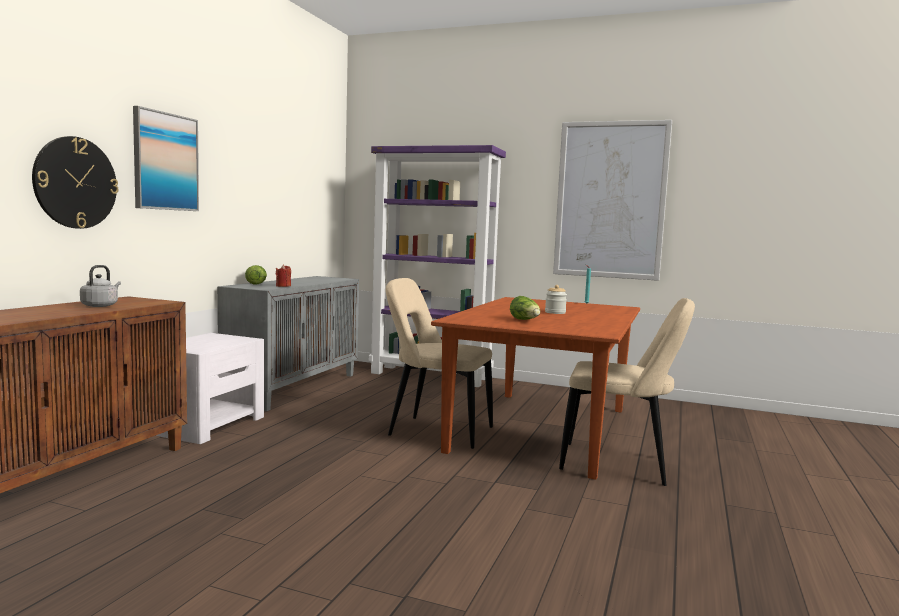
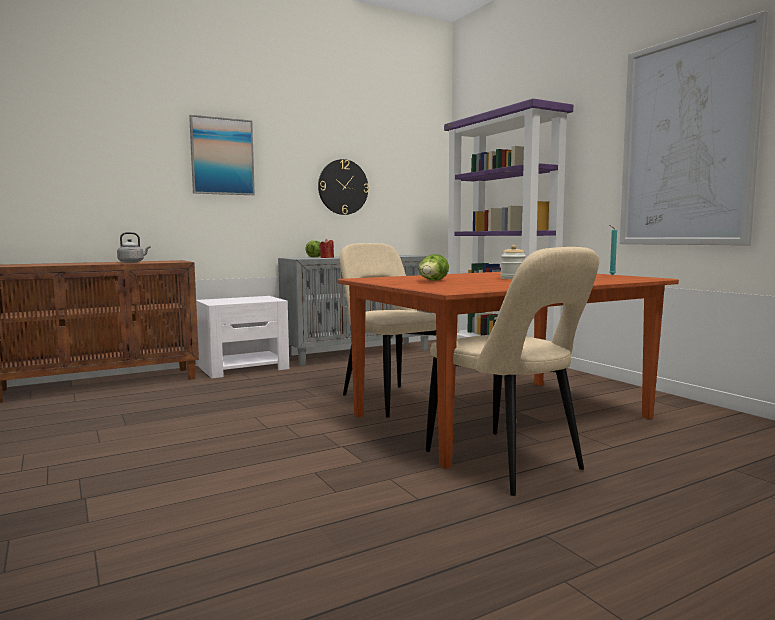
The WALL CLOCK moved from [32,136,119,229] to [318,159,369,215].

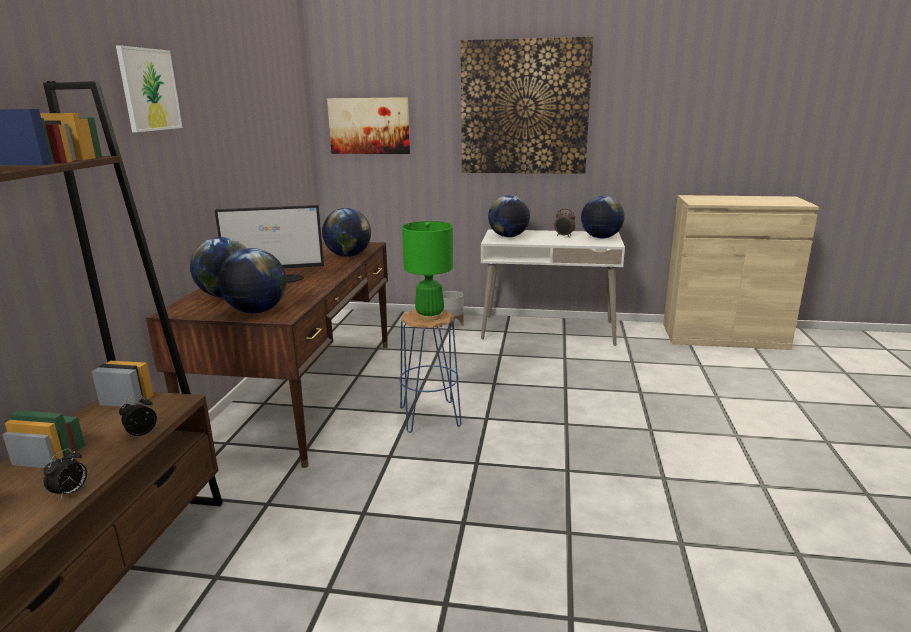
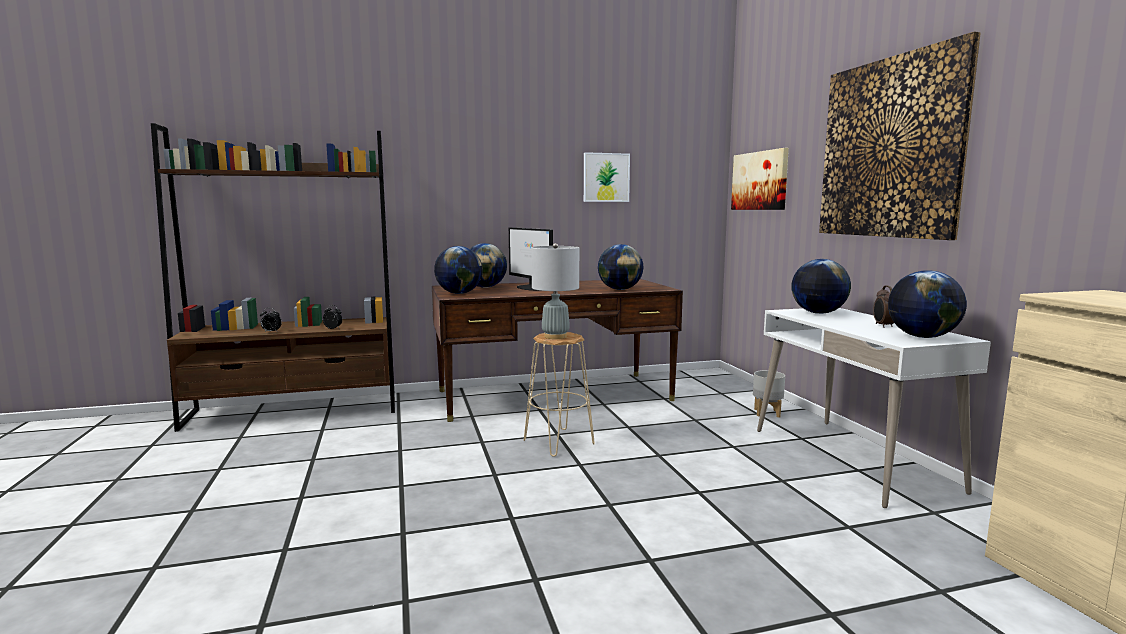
The PICTURE moved from [116,45,182,132] to [584,152,630,202].
The BLUE STOOL at [399,309,461,433] became the BEIGE STOOL at [524,332,595,457].
The GREEN TABLE LAMP at [402,221,453,321] became the GREY TABLE LAMP at [531,243,579,339].

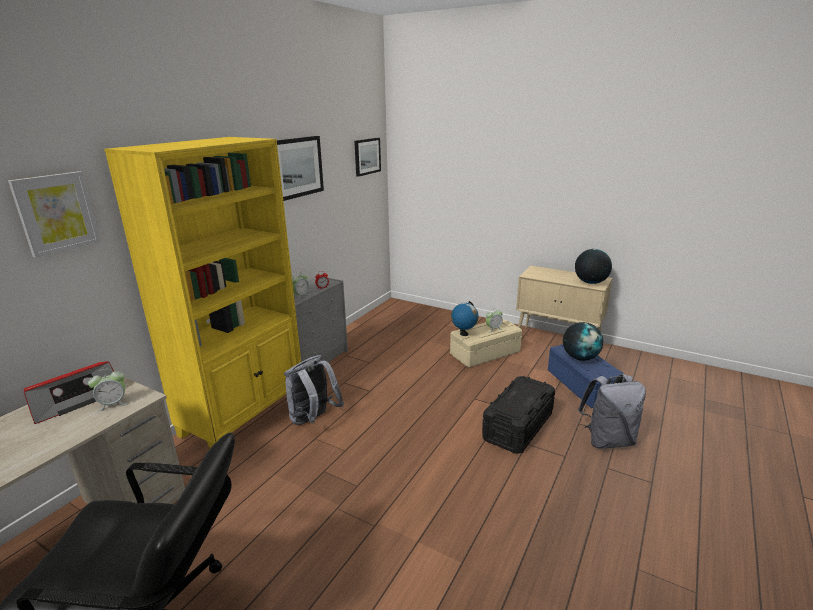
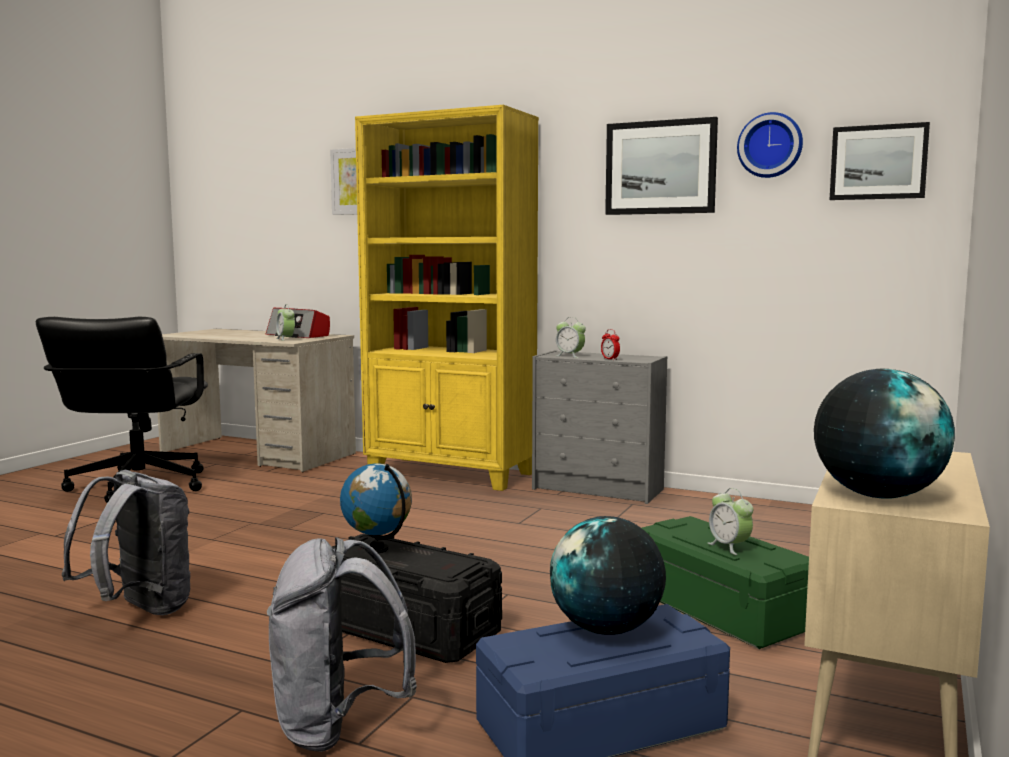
The GREY BACKPACK moved from [284,355,344,425] to [62,470,191,615].
The BEIGE STORAGE BOX at [450,319,522,368] became the GREEN STORAGE BOX at [642,516,809,649].
The GLOBE moved from [451,301,479,336] to [340,463,412,553].
The WALL CLOCK at [737,112,803,178] appeared.

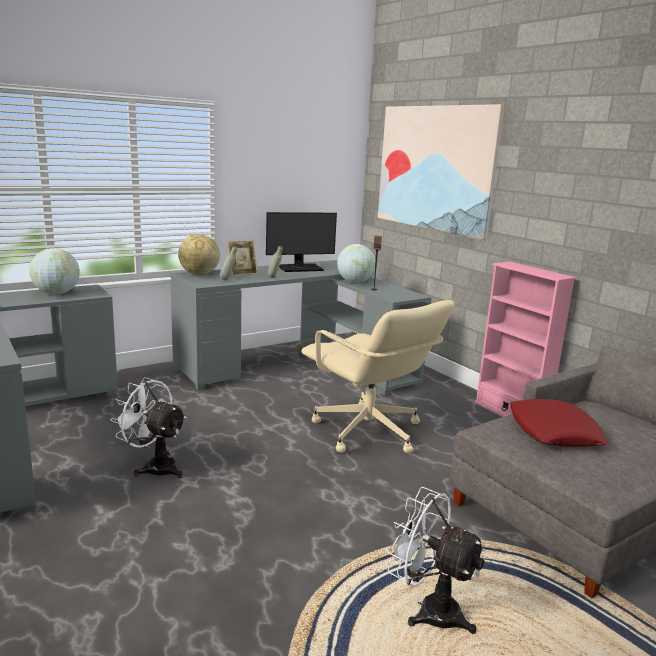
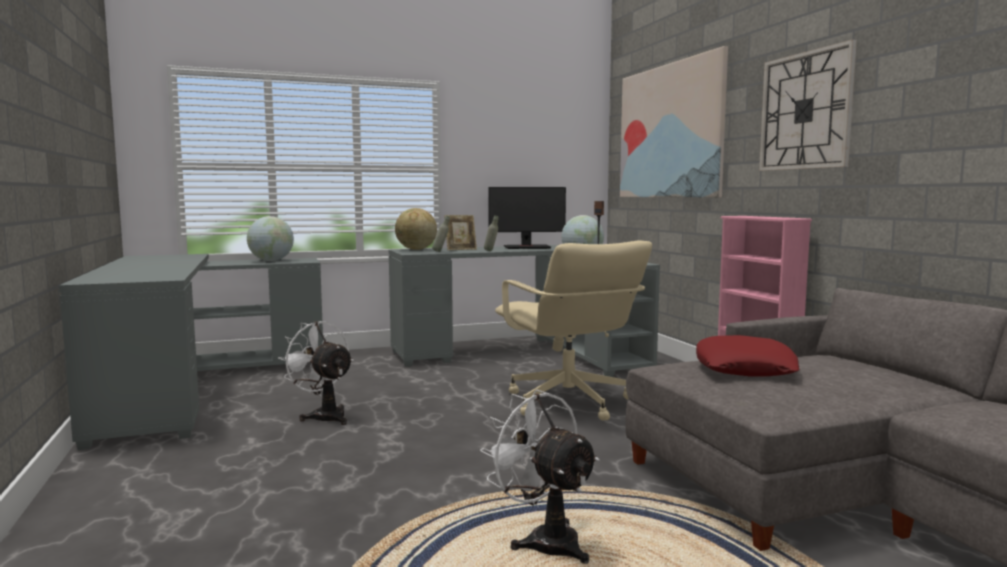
The WALL CLOCK at [759,39,857,171] appeared.

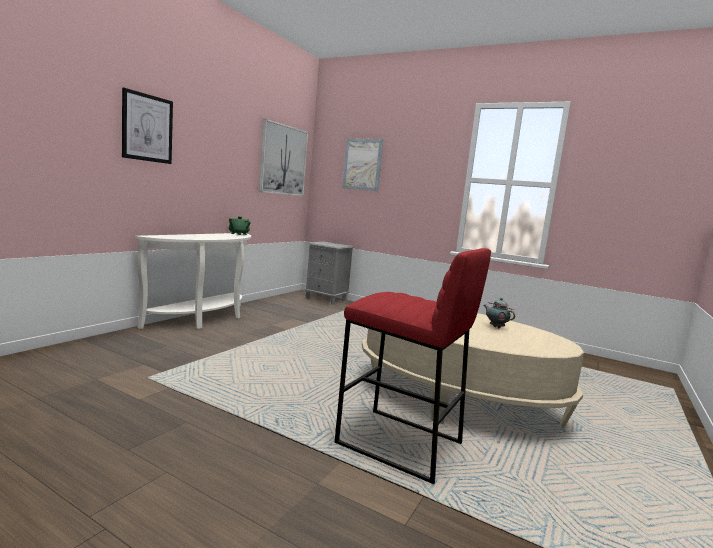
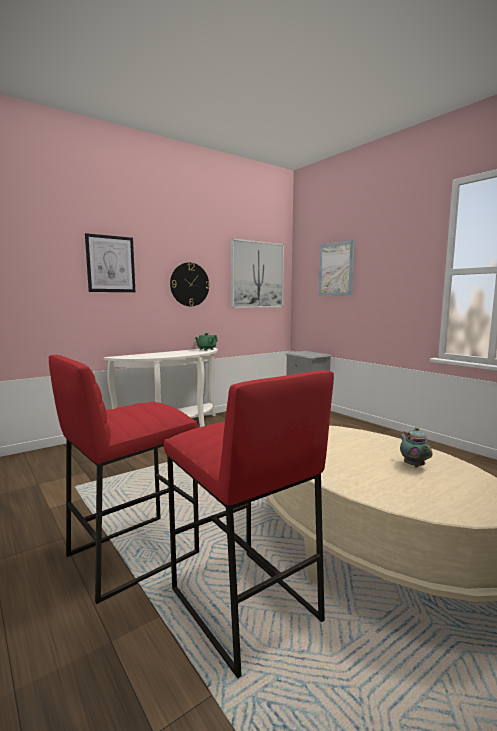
The RED STOOL at [49,355,199,604] appeared.
The WALL CLOCK at [170,263,210,306] appeared.

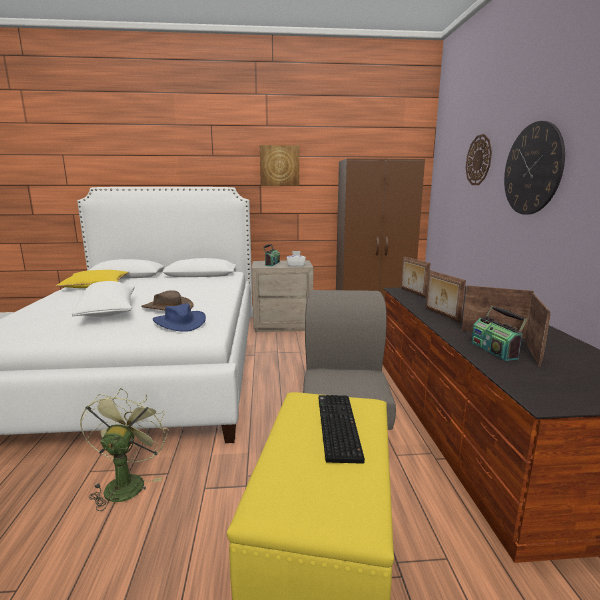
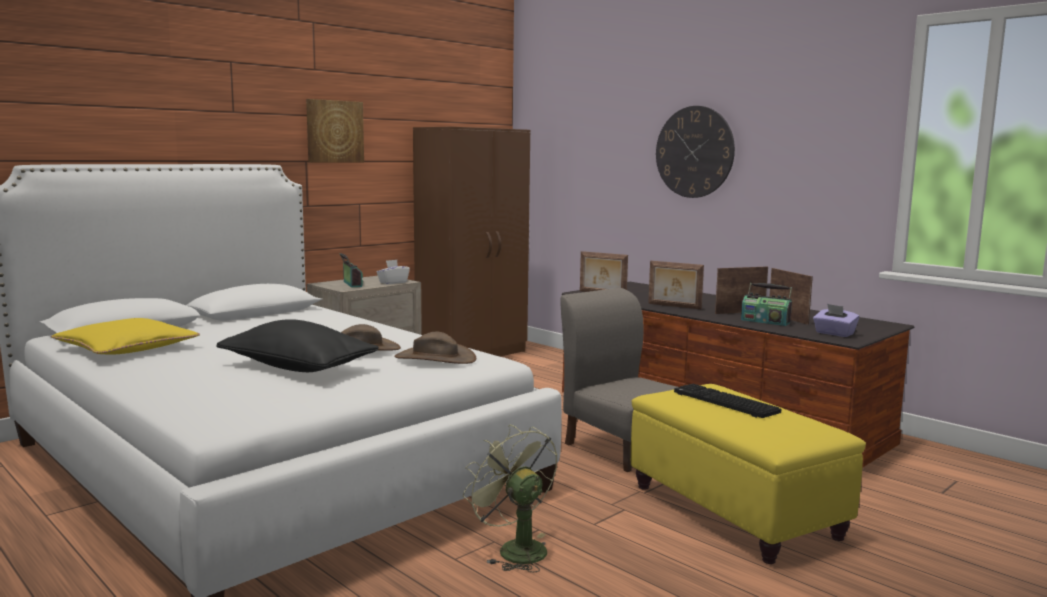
The WHITE PILLOW at [72,281,135,317] became the BLACK PILLOW at [216,319,379,372].
The BLUE HAT at [153,303,206,332] became the BROWN HAT at [394,331,476,364].
The WALL CLOCK at [466,134,492,185] disappeared.
The PURPLE TISSUE BOX at [813,304,860,337] appeared.

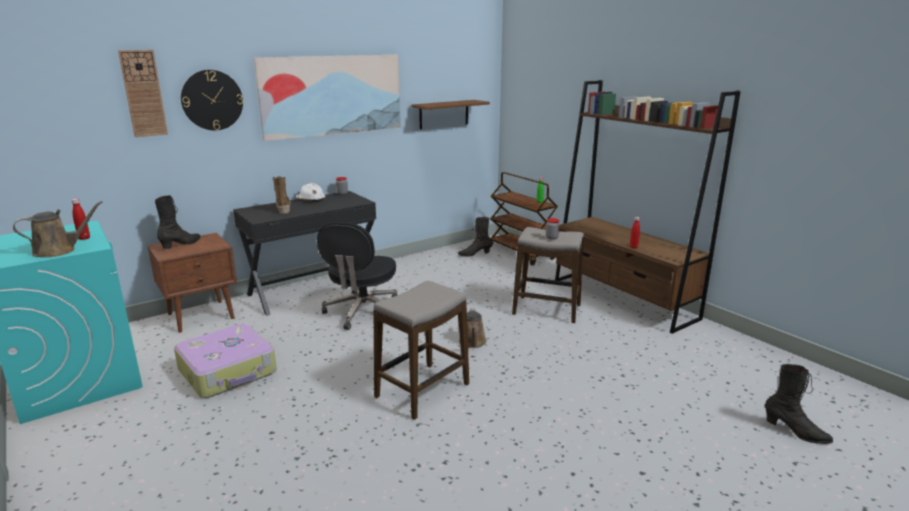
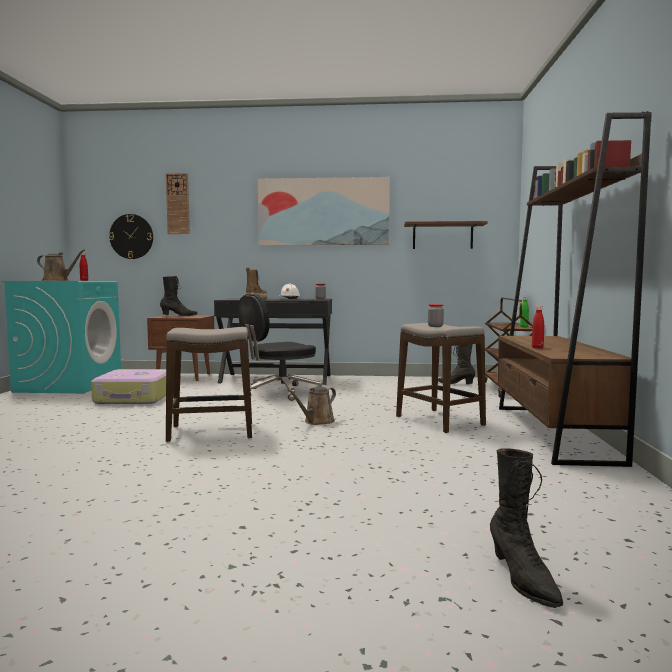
The WALL CLOCK moved from [181,70,243,130] to [109,214,153,259].

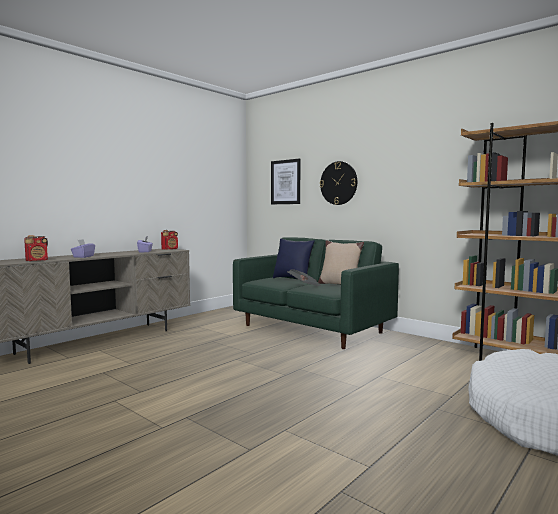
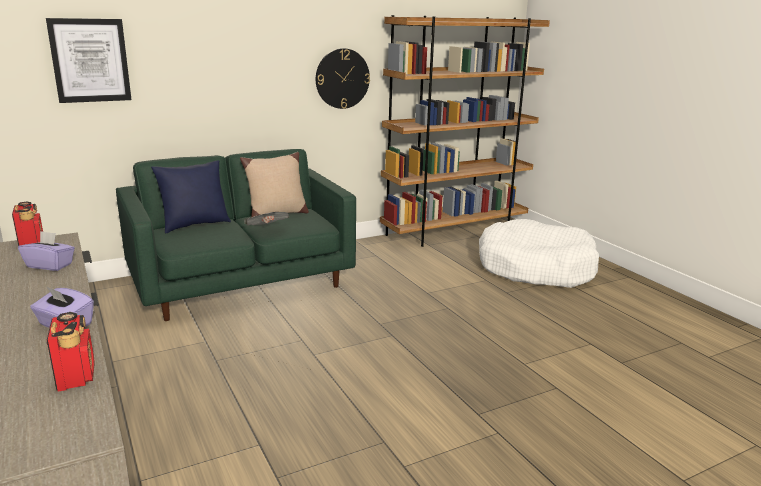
The WALL CLOCK moved from [320,161,357,205] to [316,48,370,109].

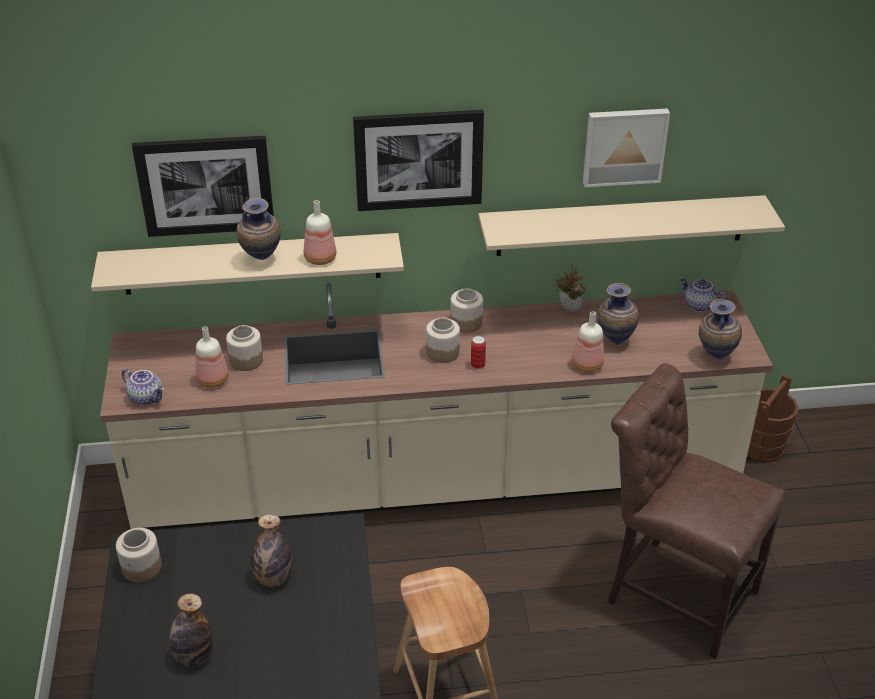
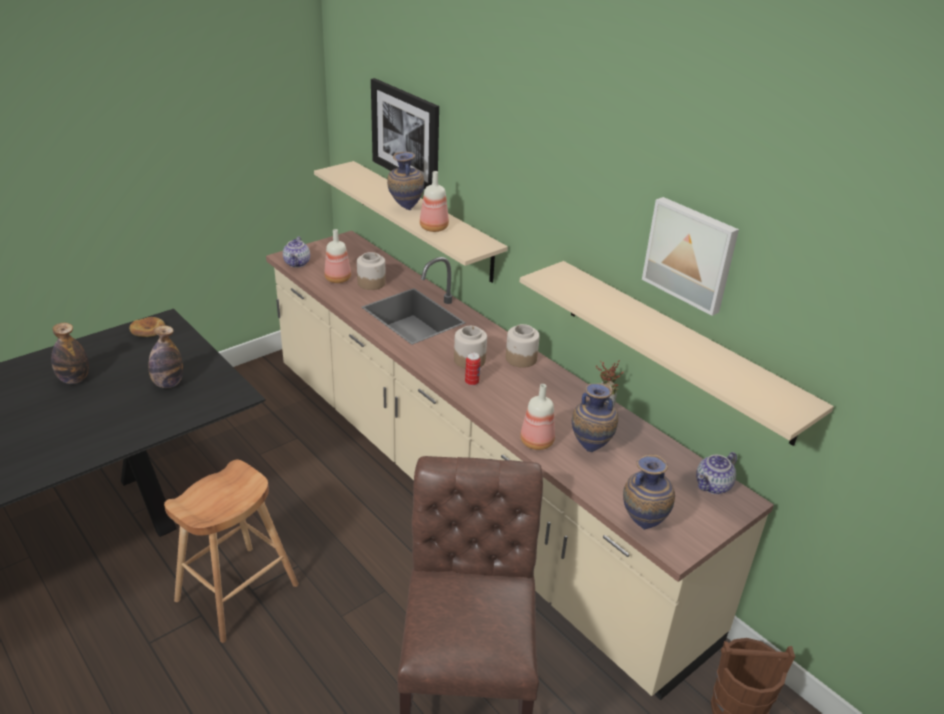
The JAR at [116,528,162,582] was replaced by the BREAD at [129,317,166,337].
The PICTURE at [353,110,484,211] disappeared.
The TEAPOT at [679,277,726,312] turned 135 degrees counterclockwise.

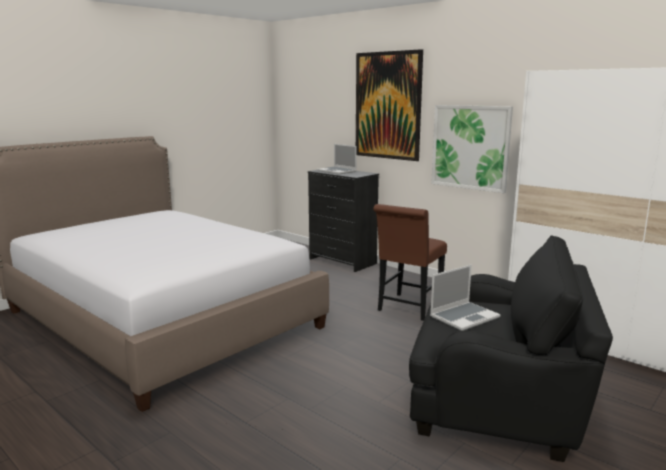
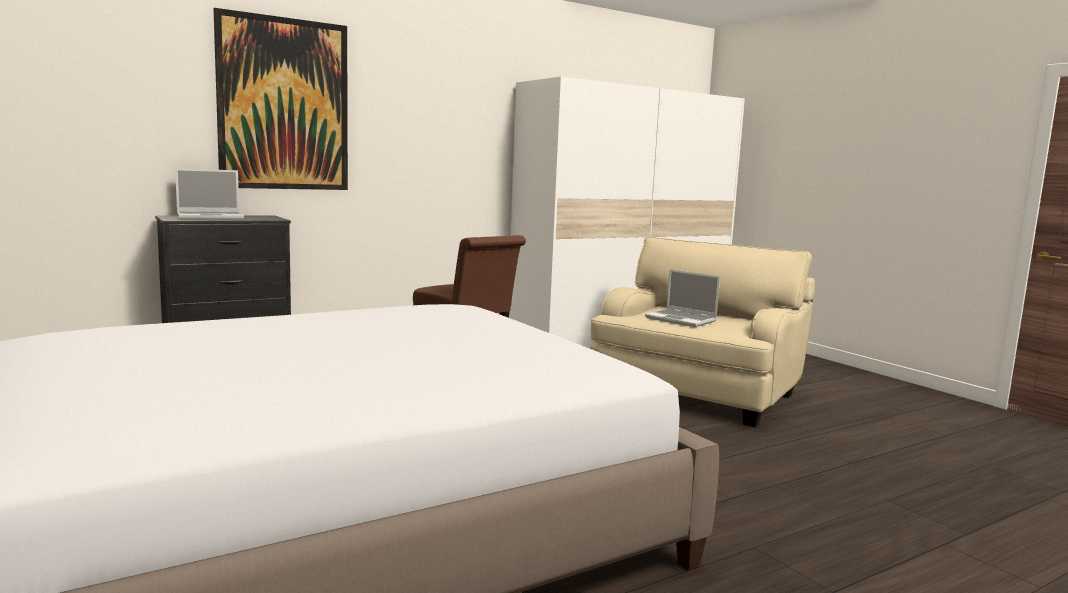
The BLACK ARMCHAIR at [409,236,613,462] became the BEIGE ARMCHAIR at [590,236,815,427].
The LAPTOP at [430,265,501,331] turned 150 degrees clockwise.
The PICTURE at [431,105,513,193] disappeared.

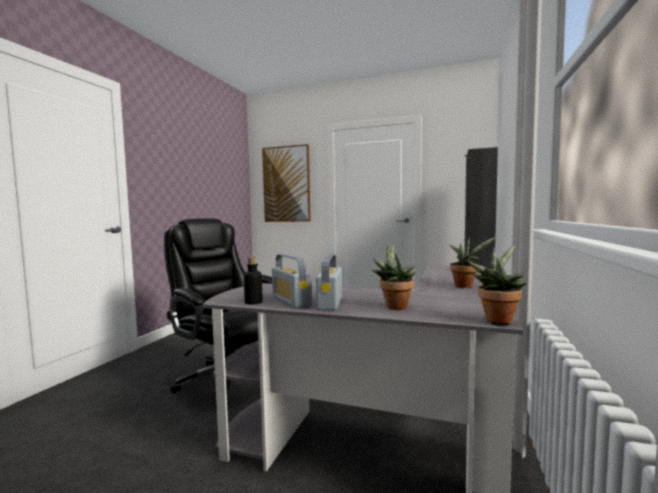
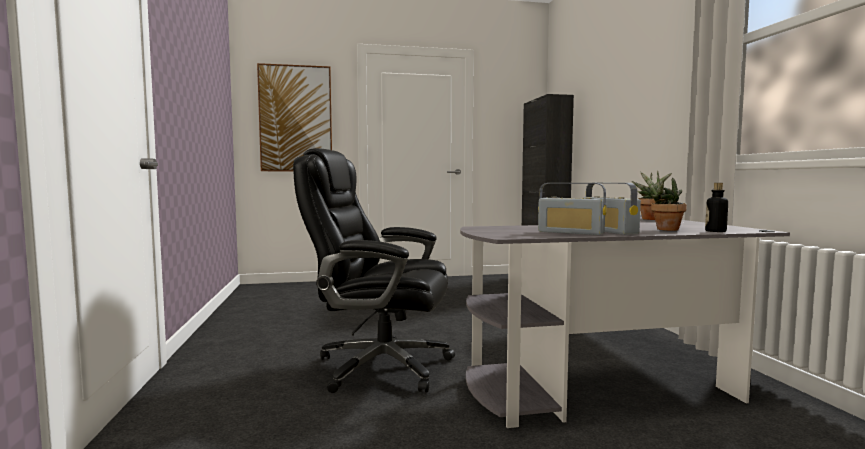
The BOTTLE moved from [244,257,263,305] to [705,183,728,232].
The POTTED PLANT at [468,245,527,324] disappeared.

